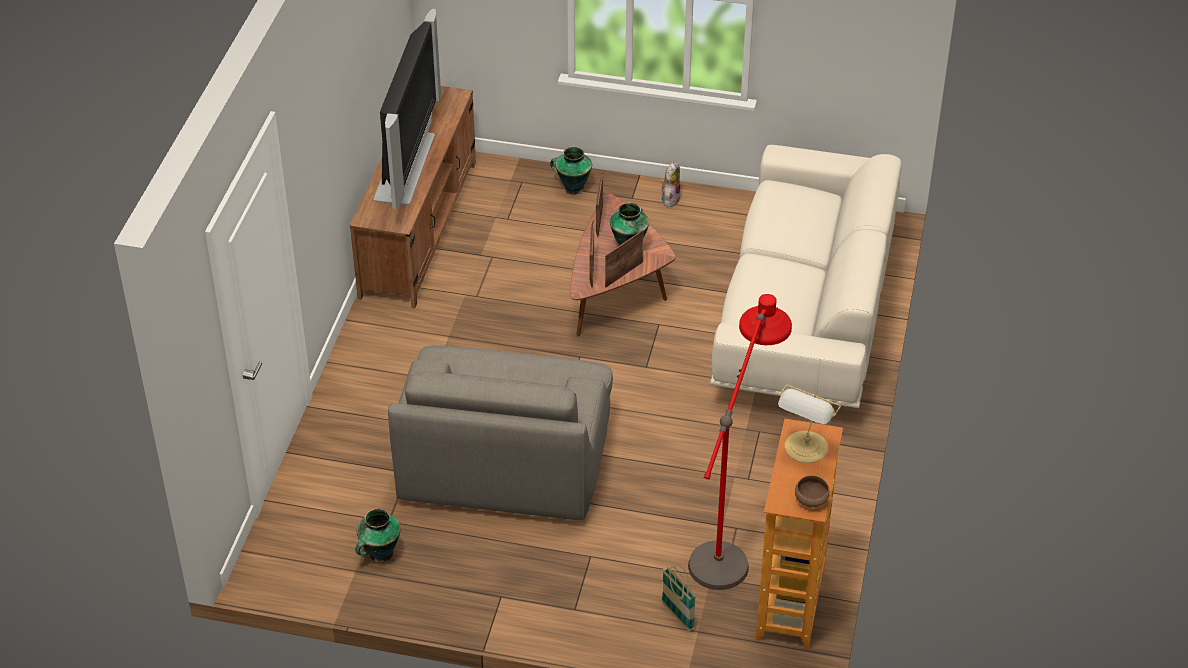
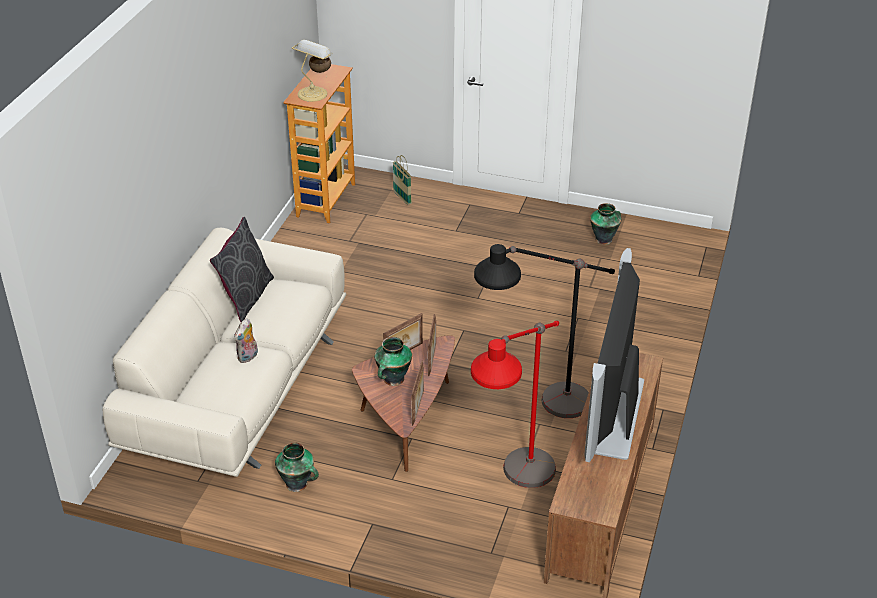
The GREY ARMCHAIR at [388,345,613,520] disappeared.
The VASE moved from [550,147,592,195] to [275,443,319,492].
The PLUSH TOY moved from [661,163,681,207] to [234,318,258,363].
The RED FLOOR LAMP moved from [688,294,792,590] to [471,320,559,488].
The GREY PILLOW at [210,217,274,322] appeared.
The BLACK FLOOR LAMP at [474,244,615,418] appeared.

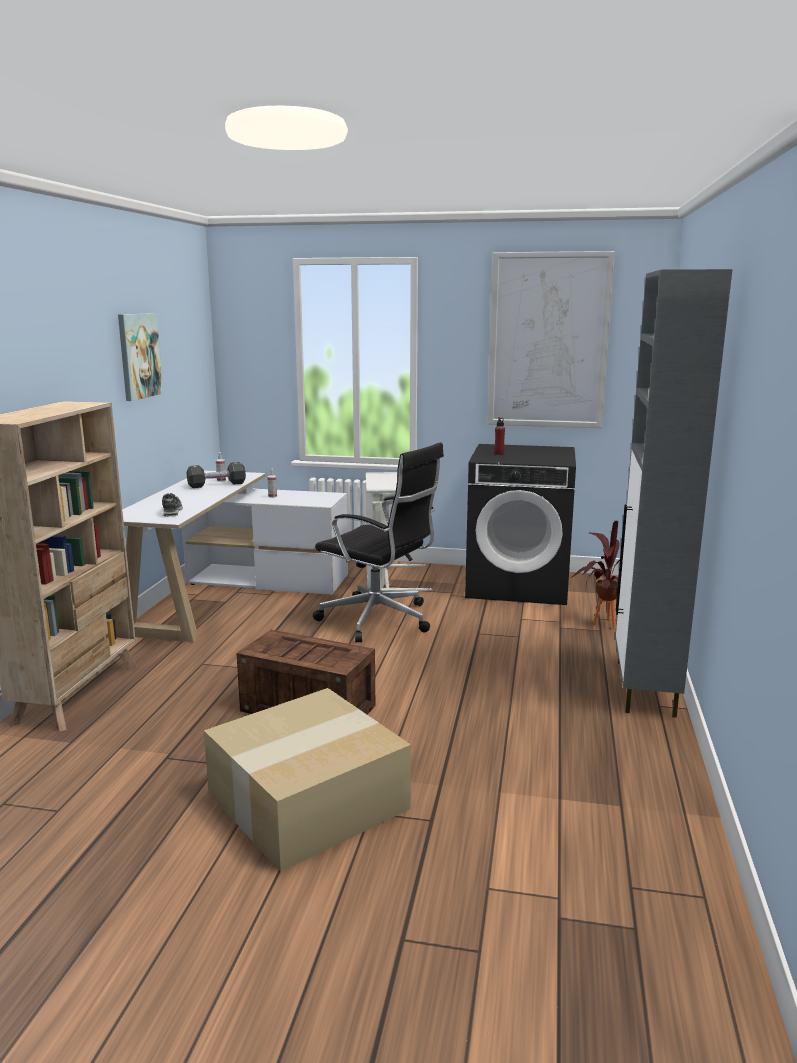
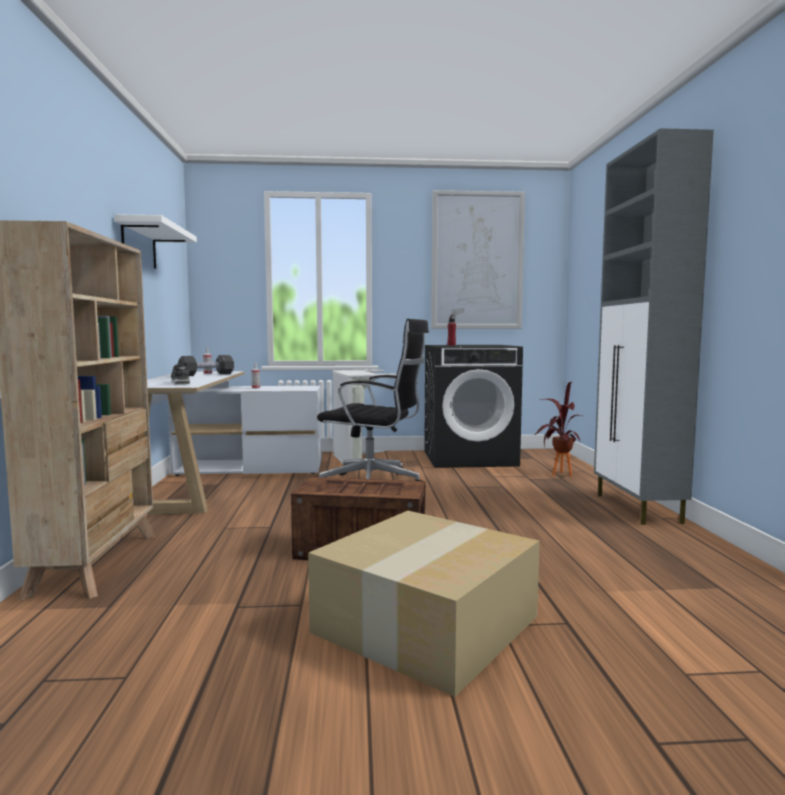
The PICTURE at [118,313,163,401] was replaced by the WHITE SHELF at [114,214,197,269].

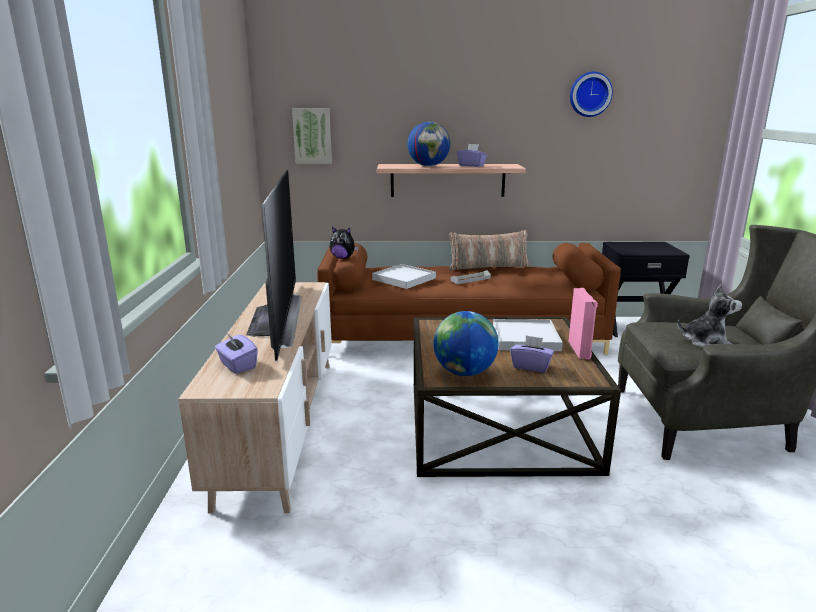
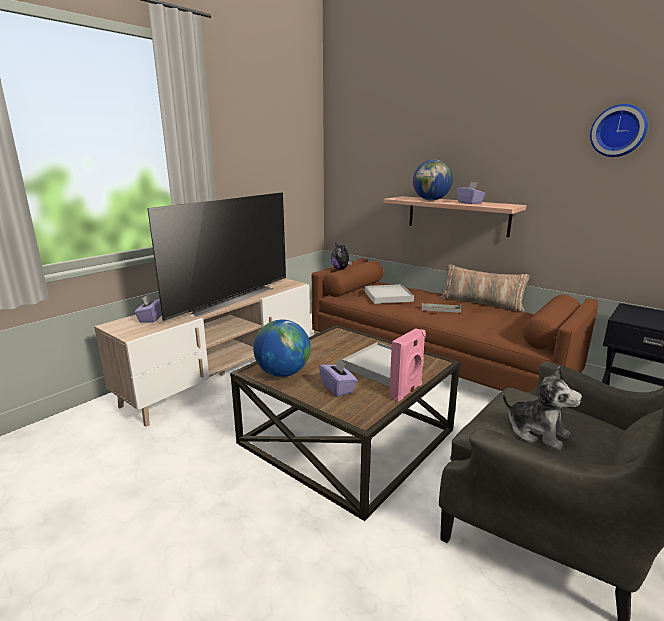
The PICTURE at [292,108,332,164] disappeared.

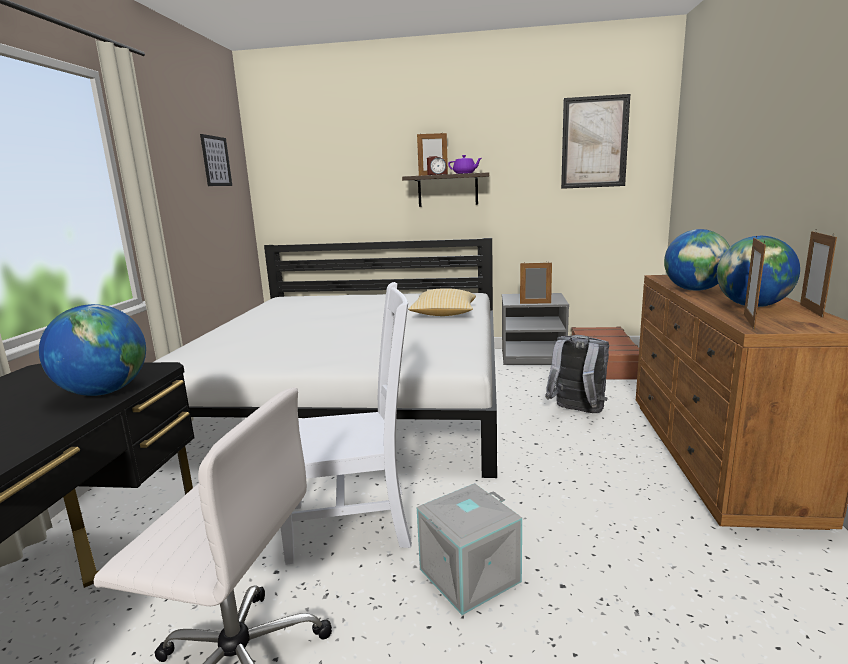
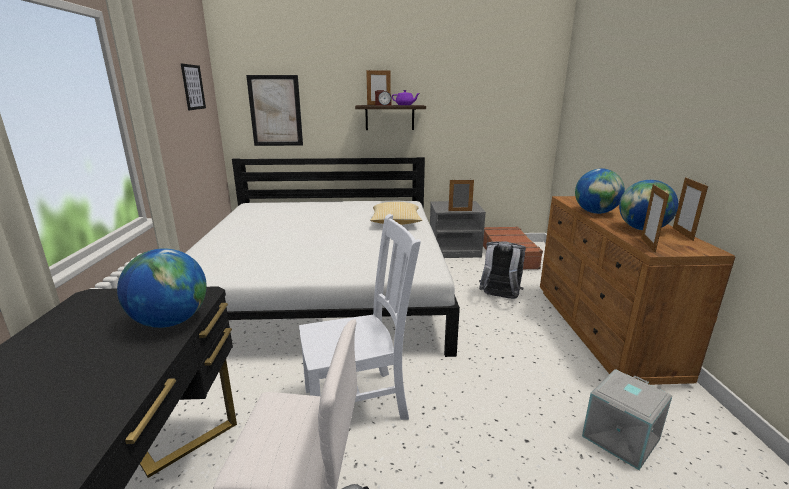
The GREY STORAGE BOX moved from [417,483,522,615] to [582,369,672,470].
The PICTURE moved from [561,94,630,189] to [246,75,303,146].

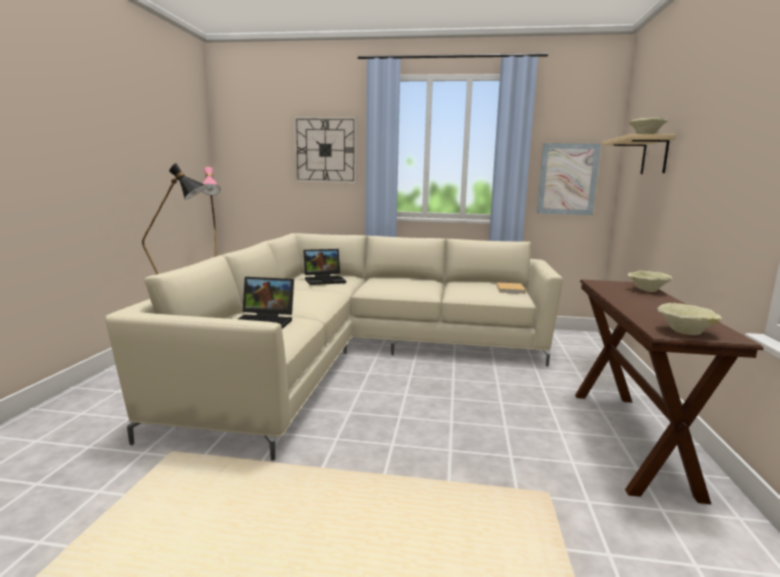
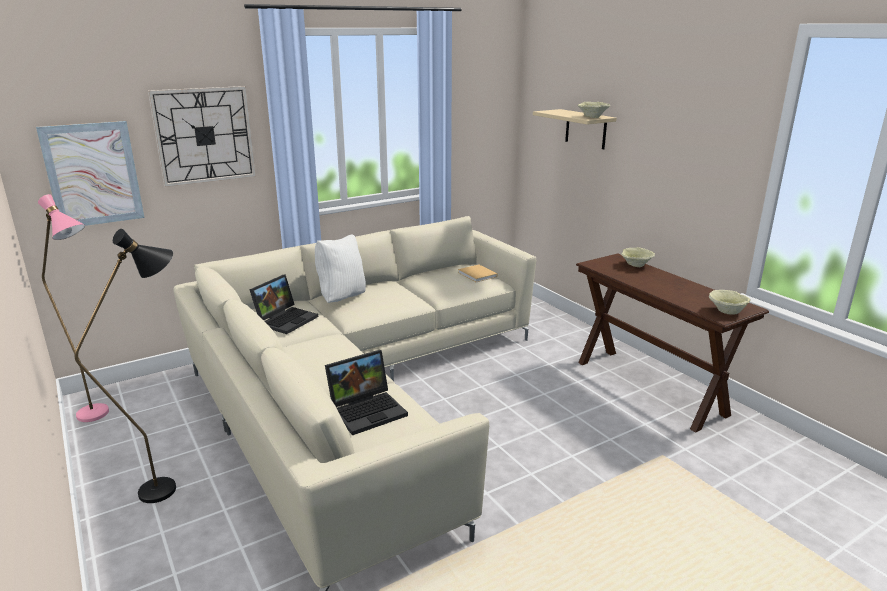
The PICTURE moved from [537,143,601,215] to [36,121,145,226].
The WHITE PILLOW at [315,234,366,303] appeared.

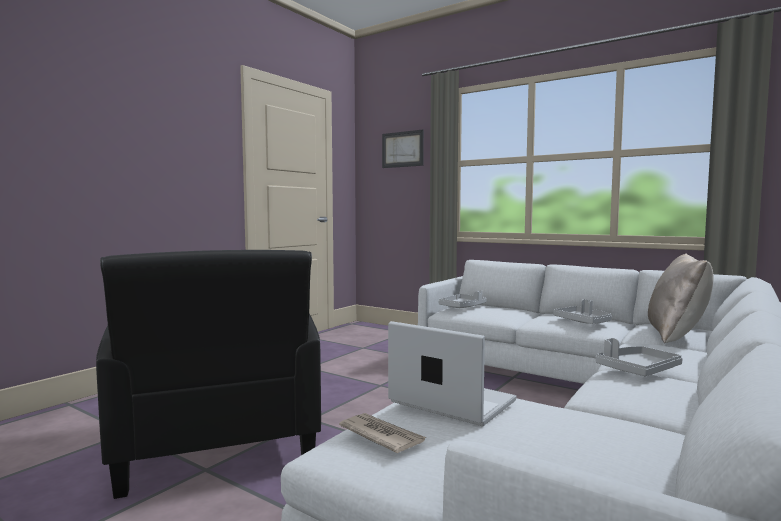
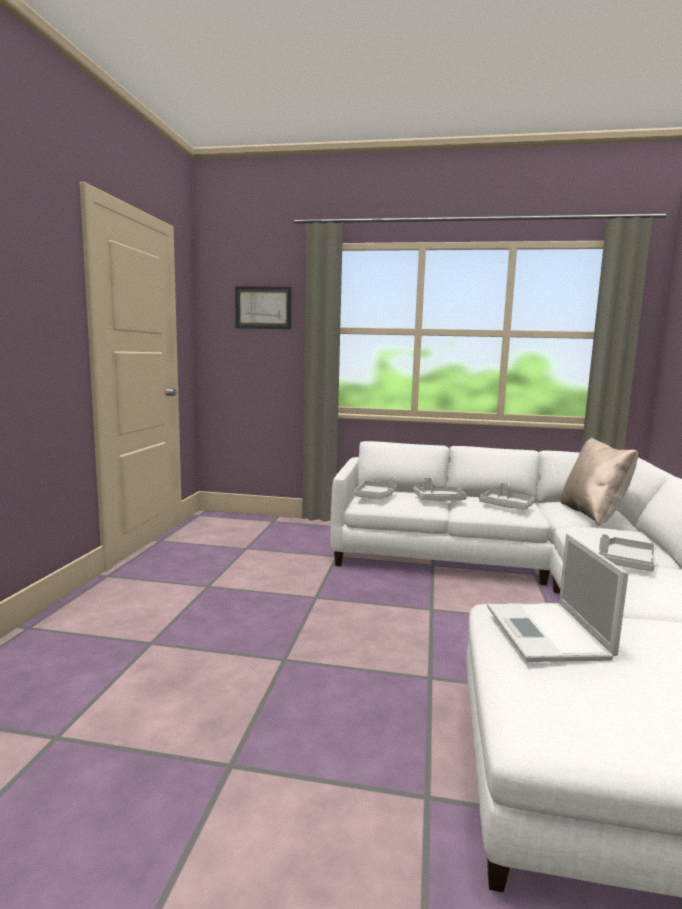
The BLACK ARMCHAIR at [96,250,321,499] disappeared.
The NEWSPAPER at [339,413,427,453] disappeared.
The LAPTOP at [388,321,516,426] turned 105 degrees counterclockwise.
The GREY TRAY at [413,478,467,501] appeared.

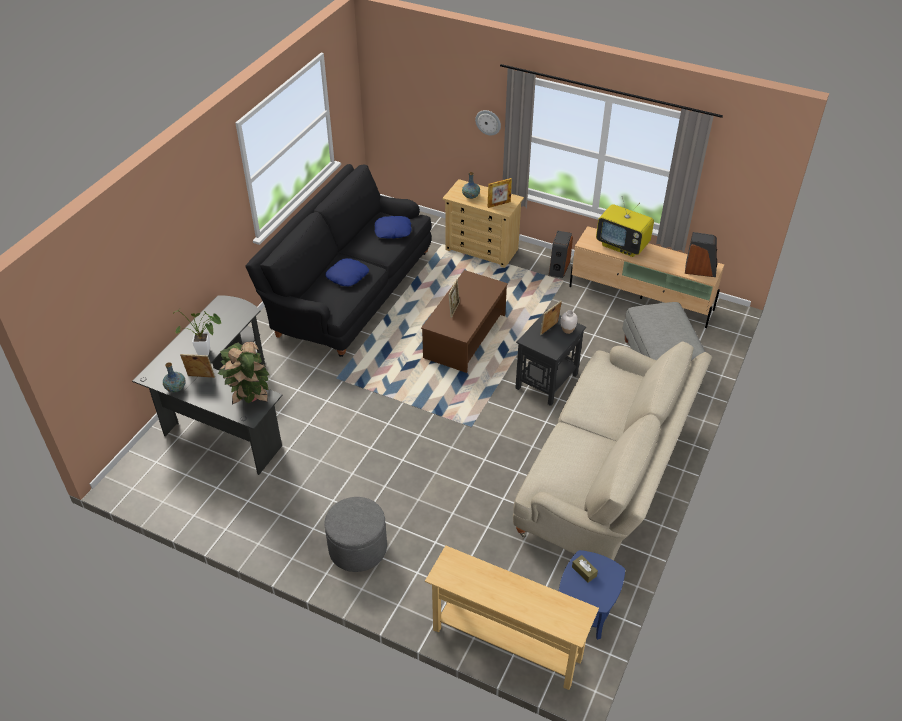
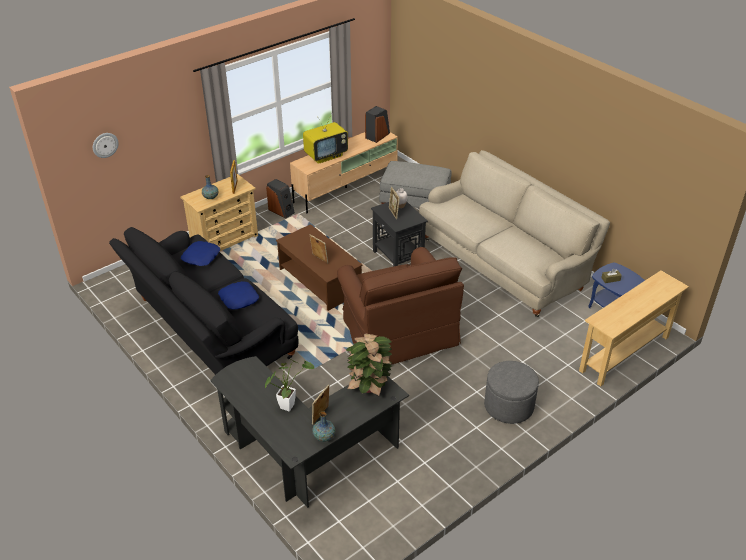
The WALL CLOCK moved from [475,110,501,135] to [93,133,119,158].
The BROWN ARMCHAIR at [337,247,464,365] appeared.

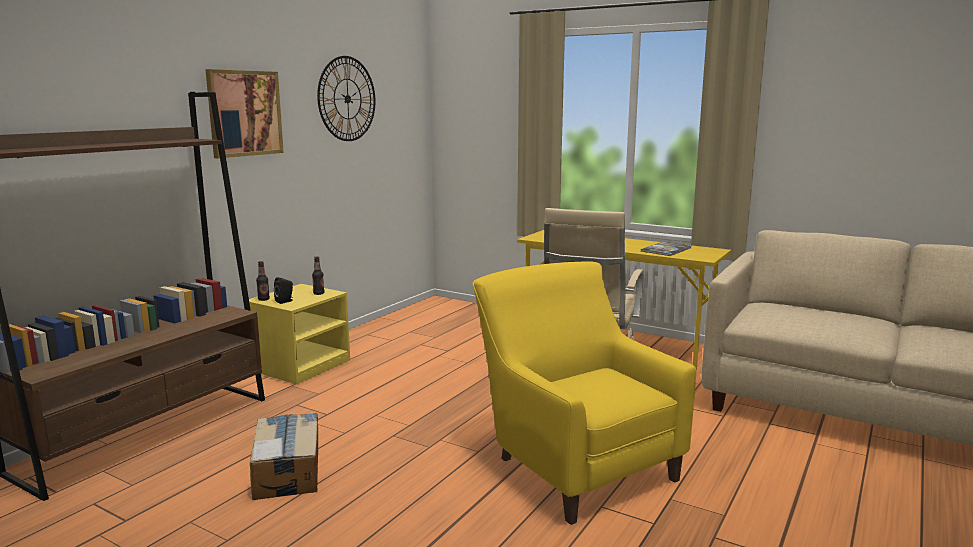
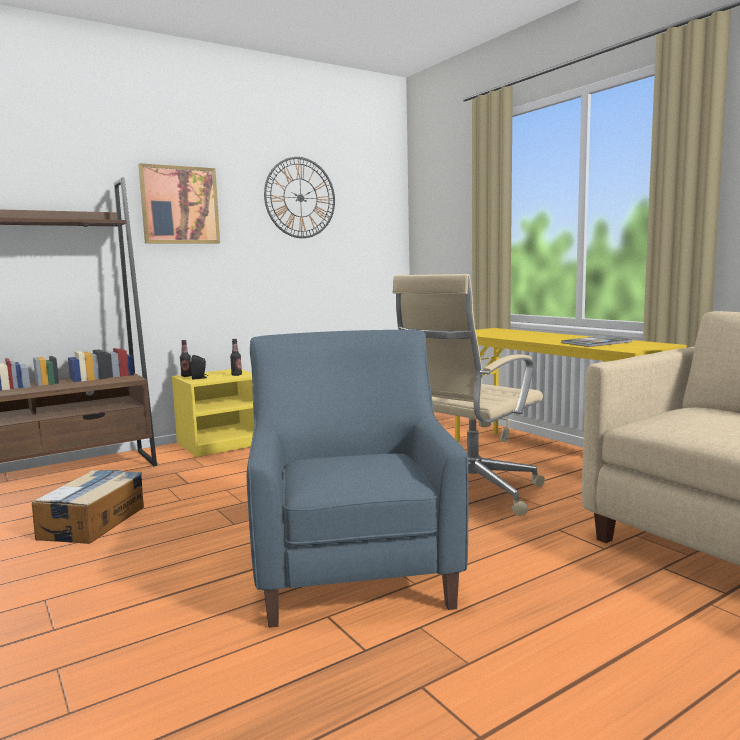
The YELLOW ARMCHAIR at [473,261,696,525] became the BLUE ARMCHAIR at [247,330,468,628].

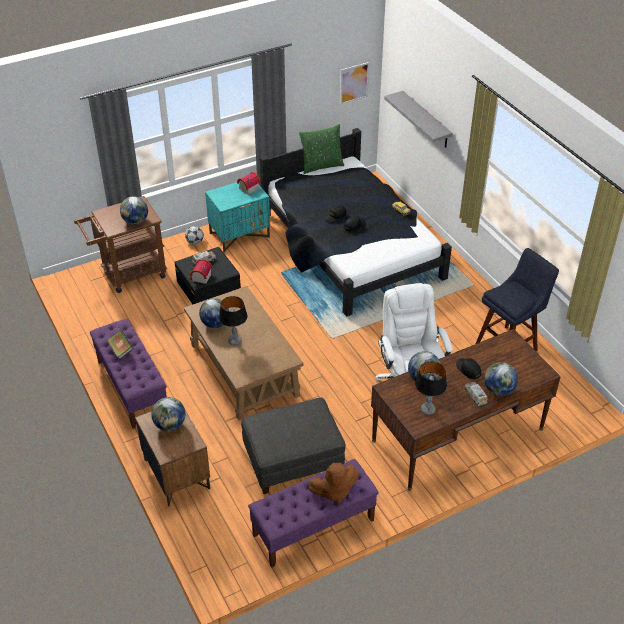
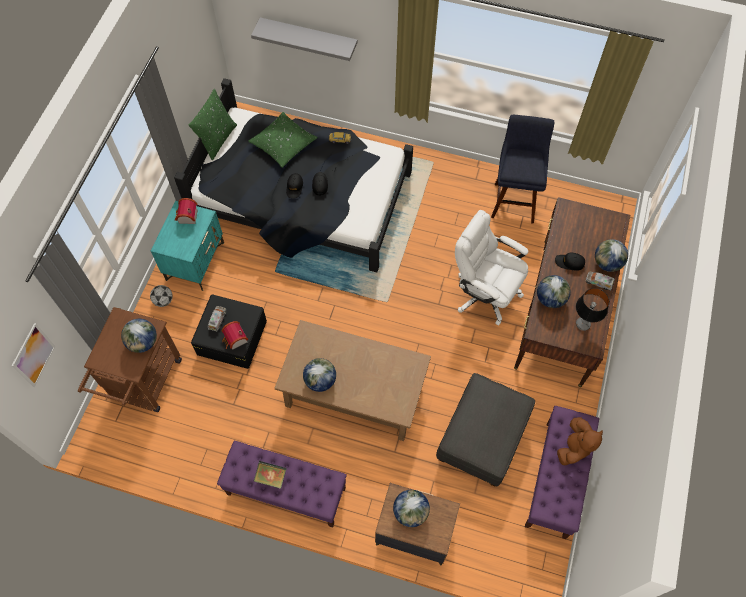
The TABLE LAMP at [219,296,248,345] disappeared.
The PICTURE moved from [340,62,369,105] to [12,323,56,387].
The GREEN PILLOW at [248,112,318,168] appeared.

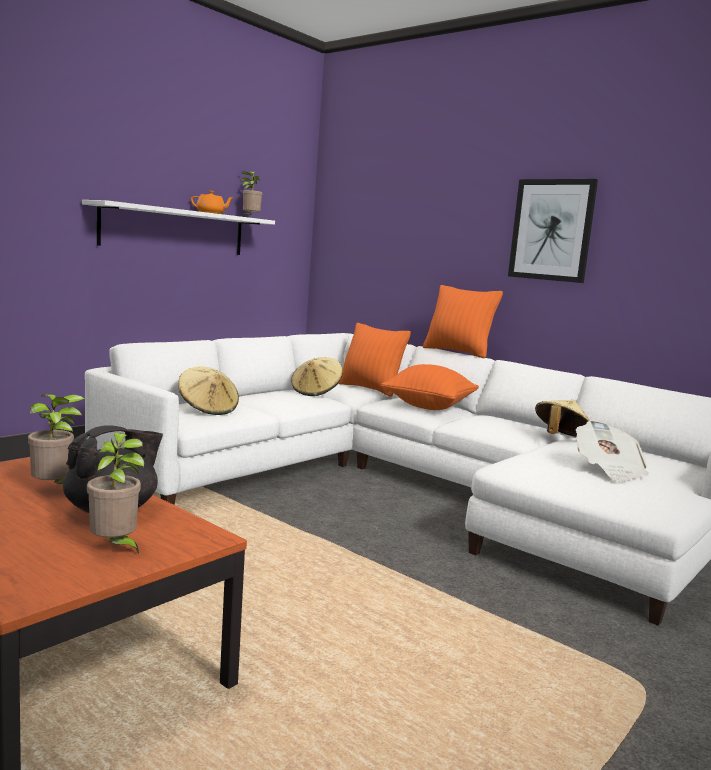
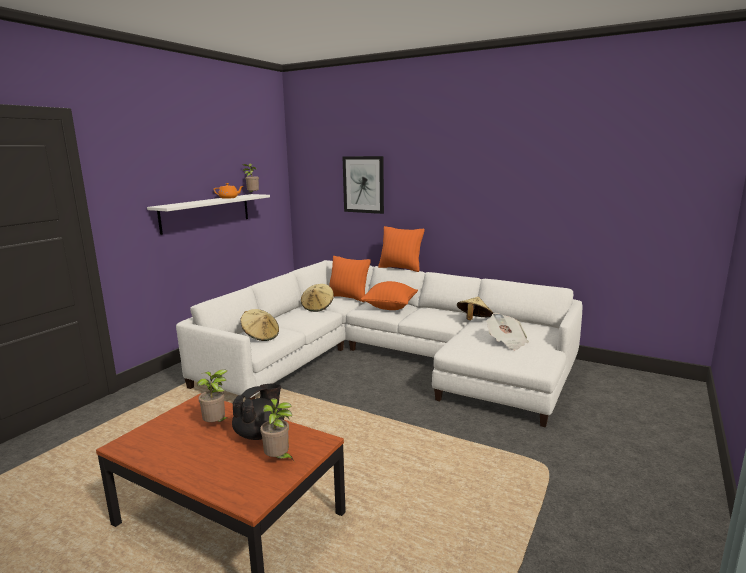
The PICTURE moved from [508,179,598,283] to [343,156,384,214].

